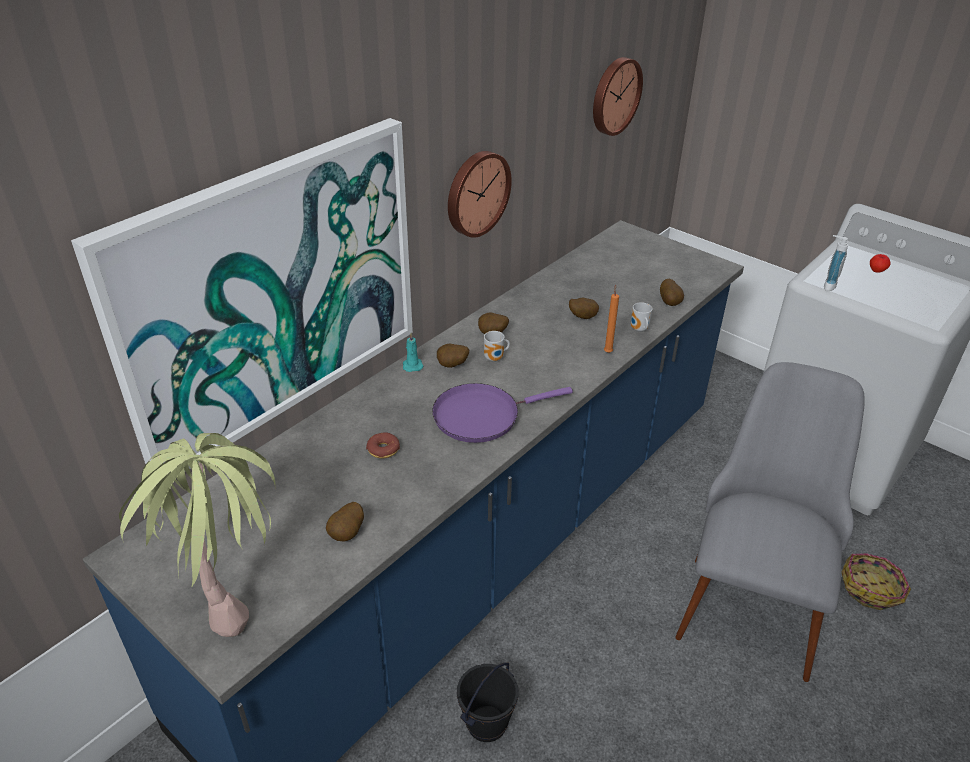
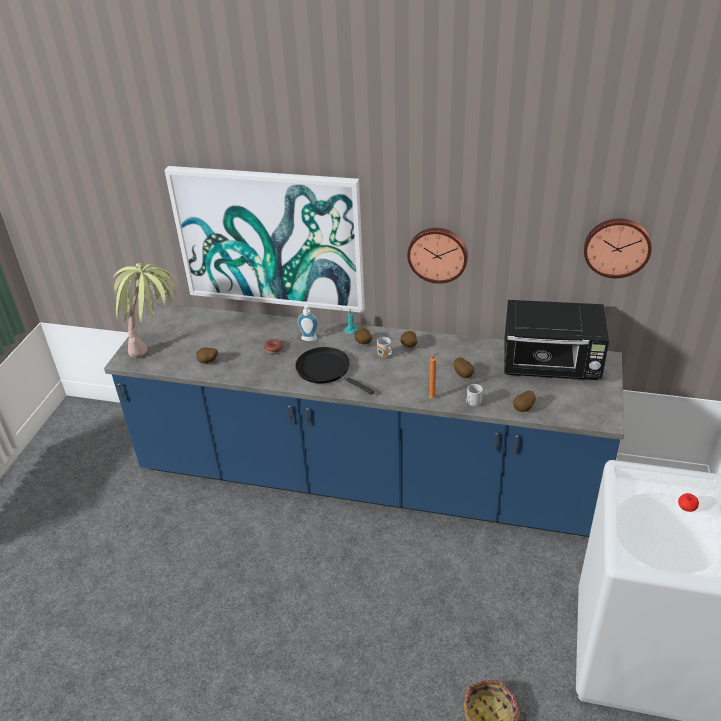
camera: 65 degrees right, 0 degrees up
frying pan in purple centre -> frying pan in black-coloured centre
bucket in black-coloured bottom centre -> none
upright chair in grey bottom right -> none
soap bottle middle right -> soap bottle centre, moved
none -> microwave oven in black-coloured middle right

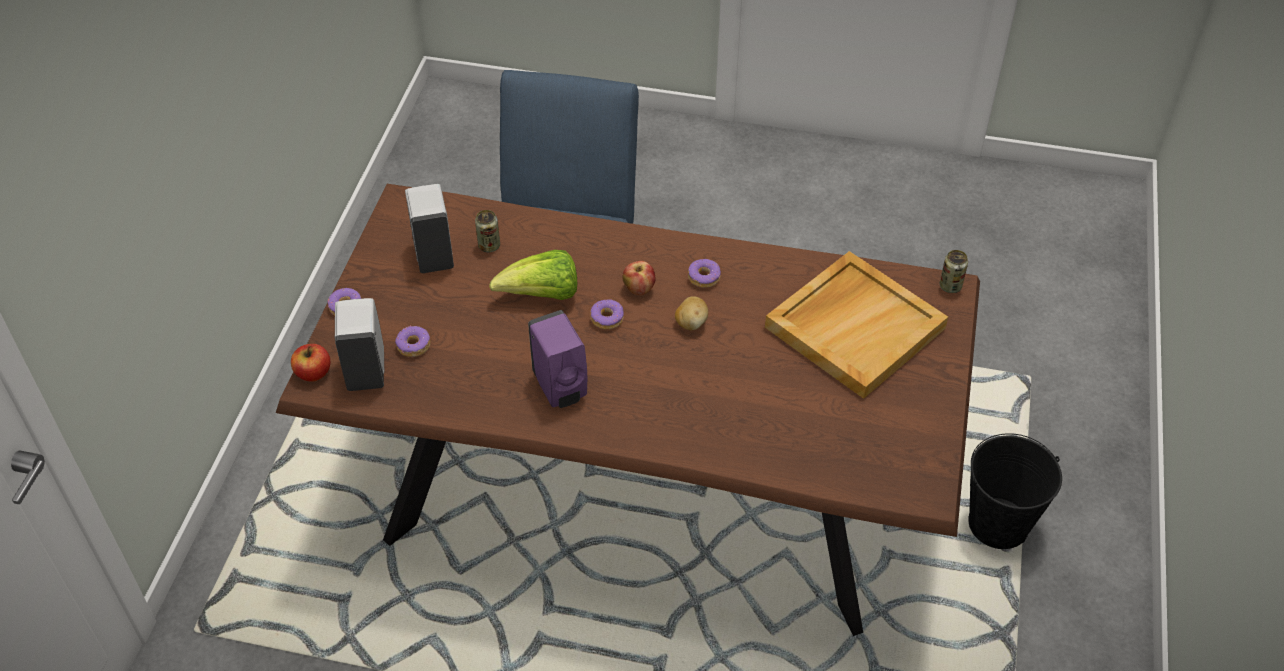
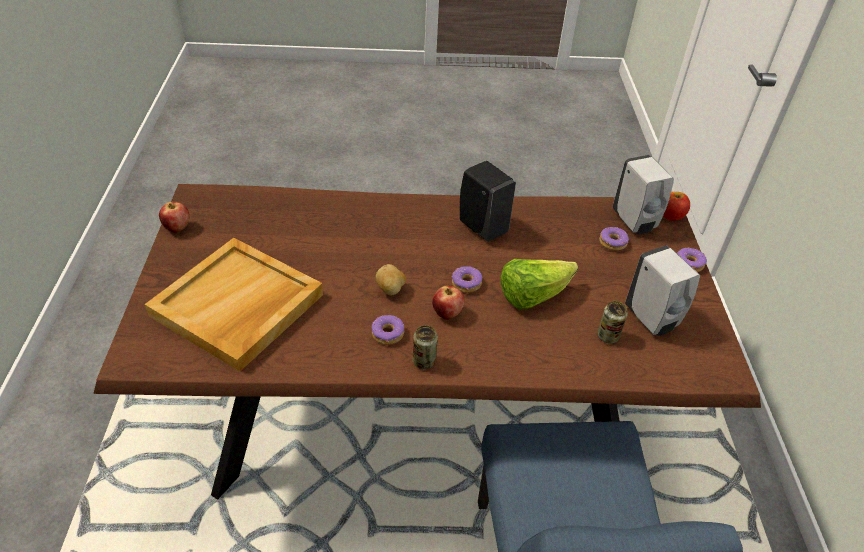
camera: 165 degrees right, 5 degrees down
soap bottle in purple centre -> soap bottle in black-coloured centre
sealed can (2nd from left in the first image) middle right -> sealed can (1st from left) centre, moved
bucket in black-coloured bottom right -> none
none -> whole apple (1st from left) middle left

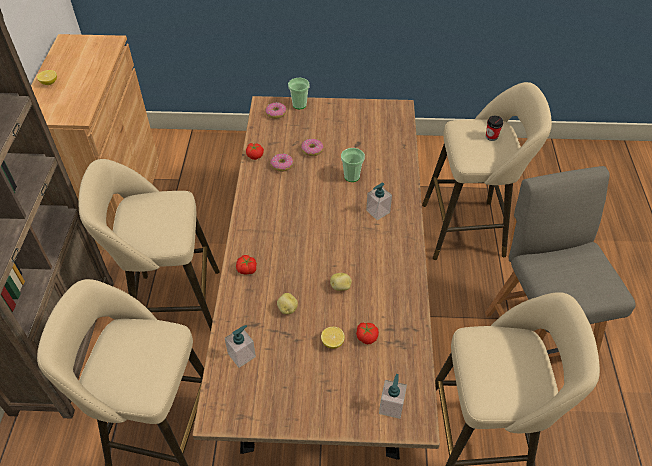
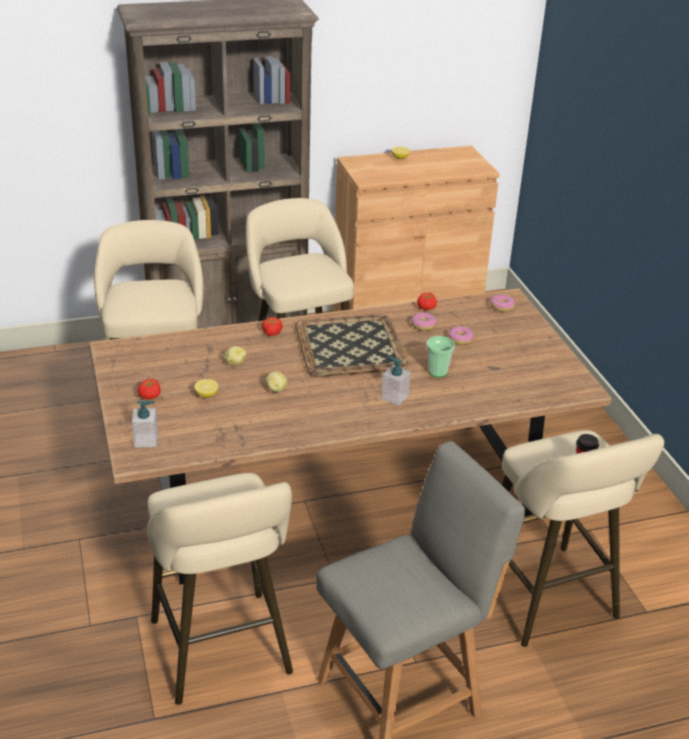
camera: 70 degrees right, 15 degrees down
soap bottle (1st from left) bottom centre -> none
small cup (1st from left) top centre -> none
fresh tomato (3rd from left in the first image) bottom centre -> fresh tomato (1st from left) middle left, moved
none -> carrying tray centre

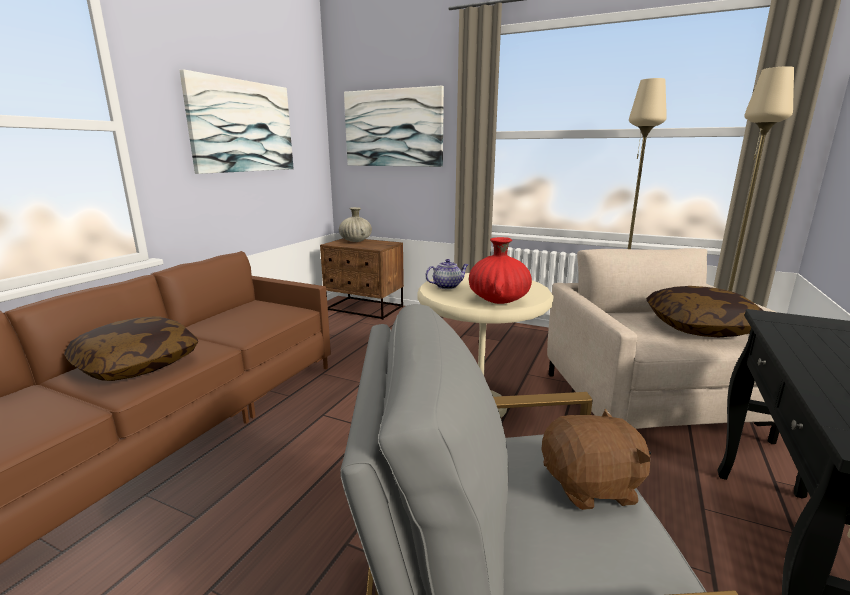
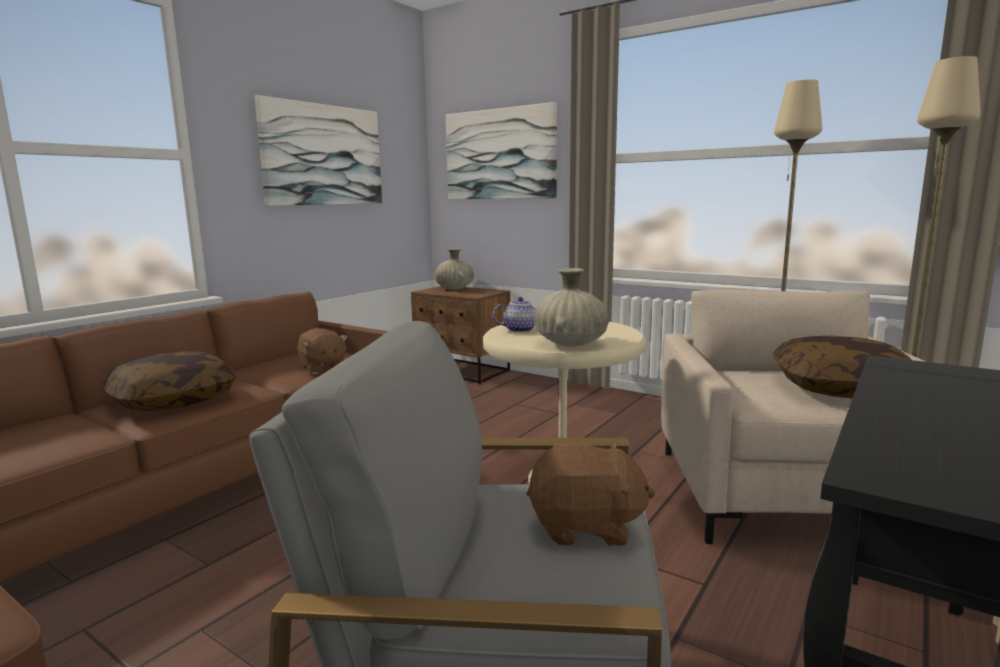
camera: 10 degrees right, 5 degrees down
decorative vase in reddish centre -> decorative vase in beige-coloured (2nd from left) centre
none -> cuddly toy in brownish (1st from left) middle left

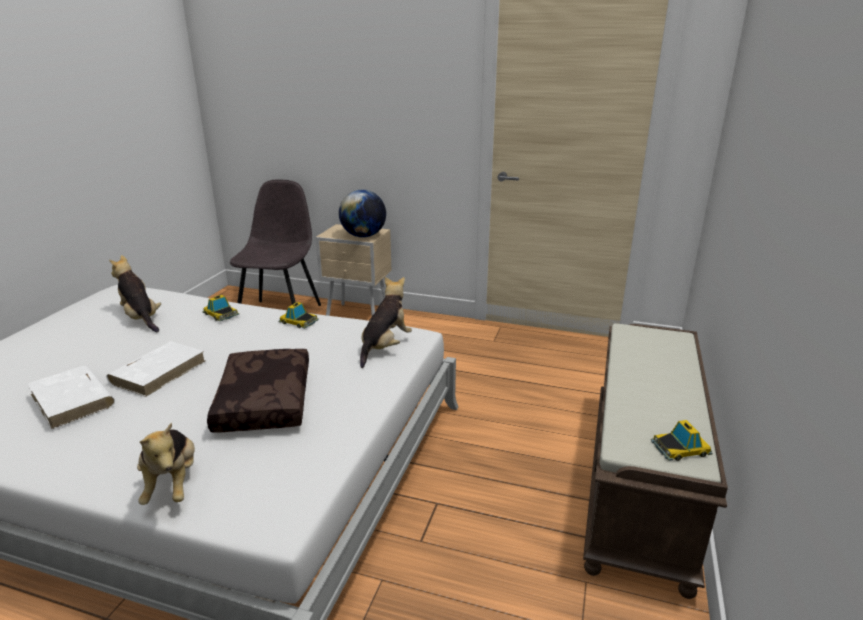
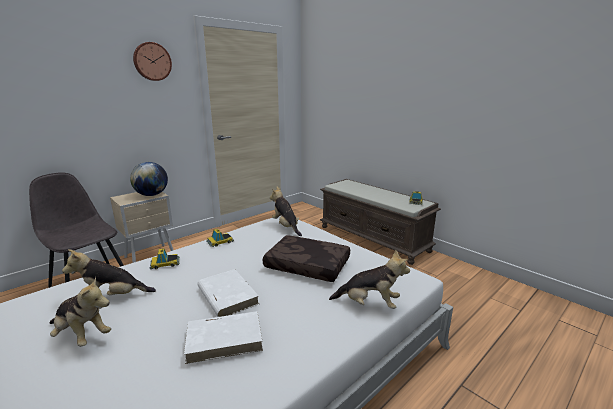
camera: 60 degrees left, 5 degrees down
none -> cuddly toy (1st from left) bottom left
none -> clock on the wall top left

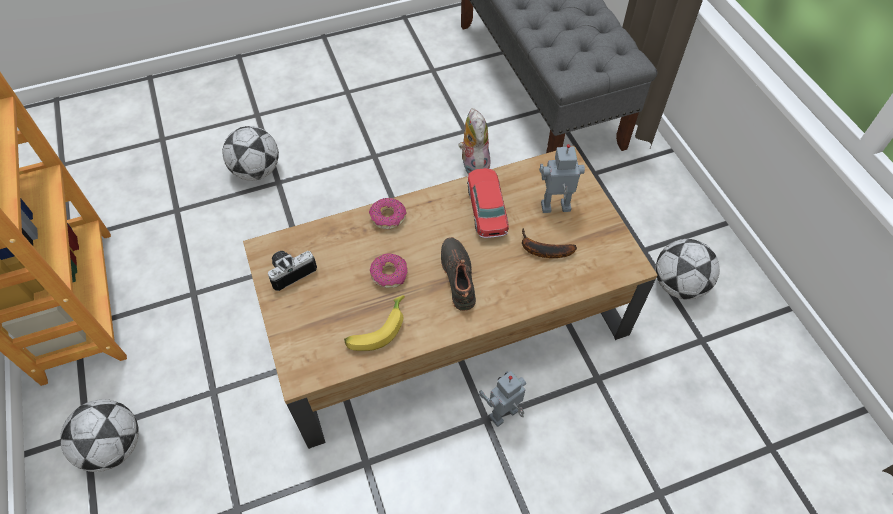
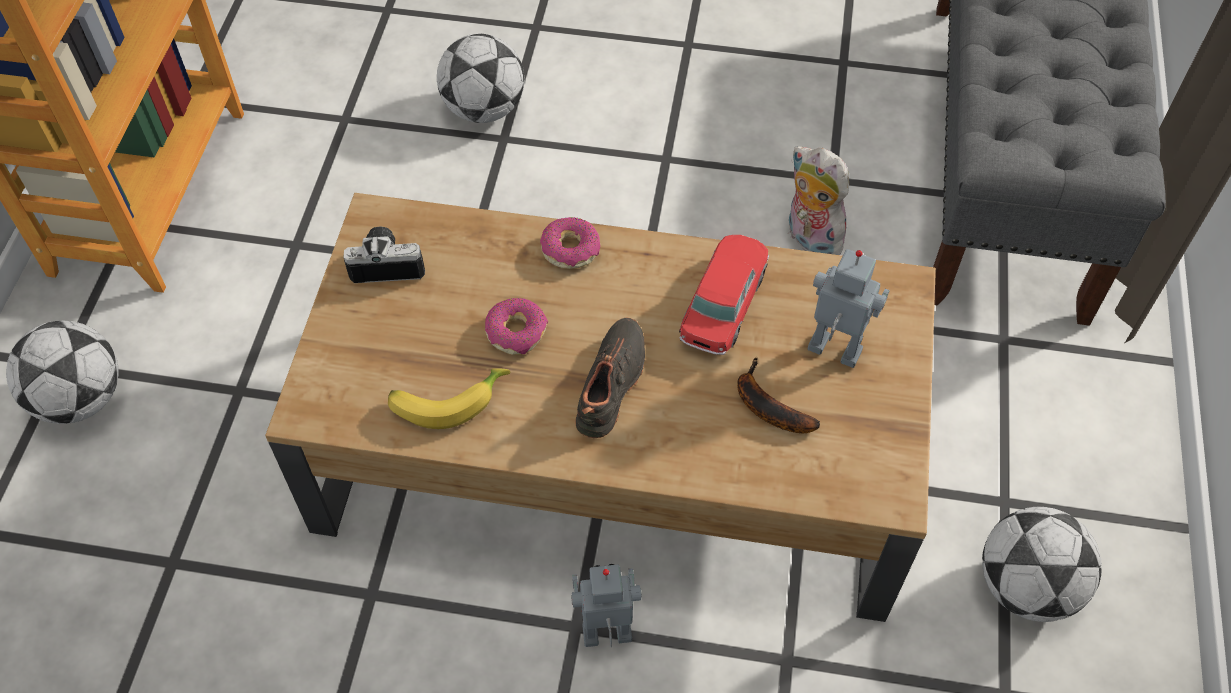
camera: 30 degrees right, 0 degrees up
cuddly toy top centre, 60 degrees counterclockwise

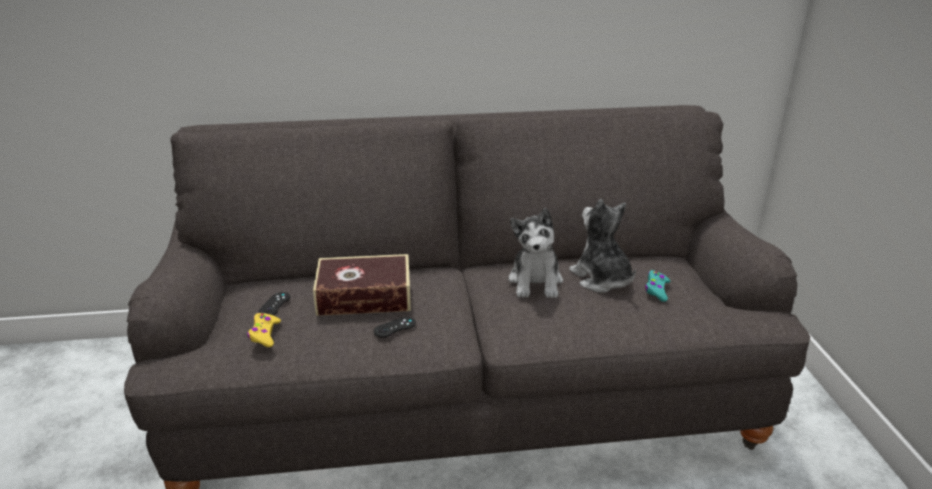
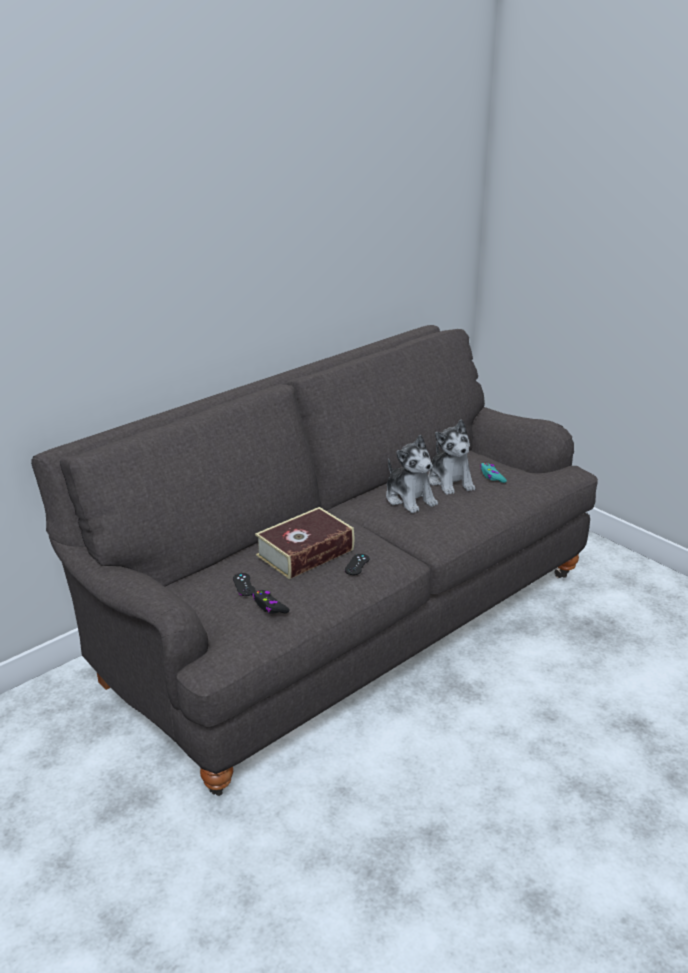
camera: 35 degrees left, 0 degrees up
game controller in yellow-coloured bottom left -> game controller in black-coloured (2nd from left) centre
cuddly toy (2nd from left) centre, 135 degrees counterclockwise

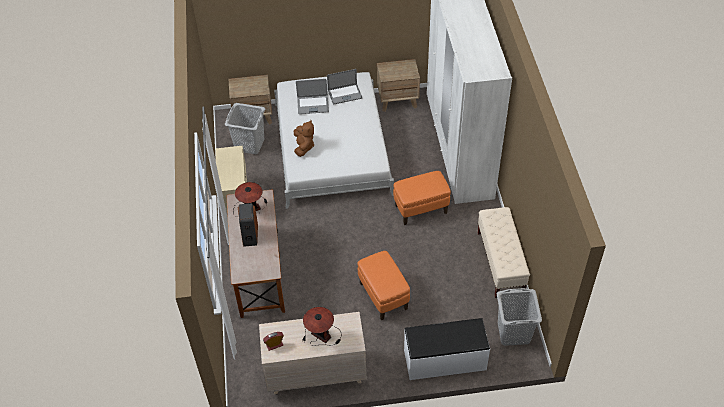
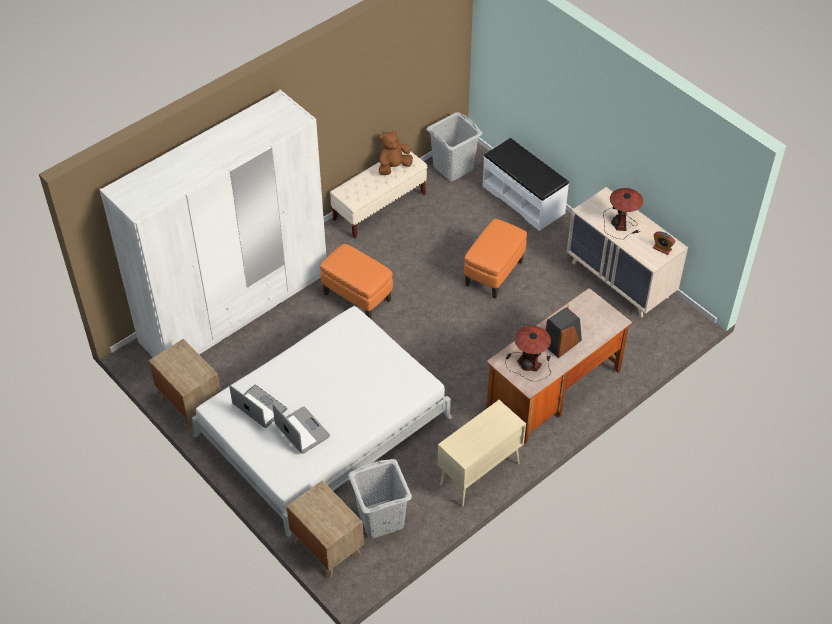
camera: 125 degrees left, 0 degrees up
cuddly toy in brownish centre -> cuddly toy in brownish top centre, moved

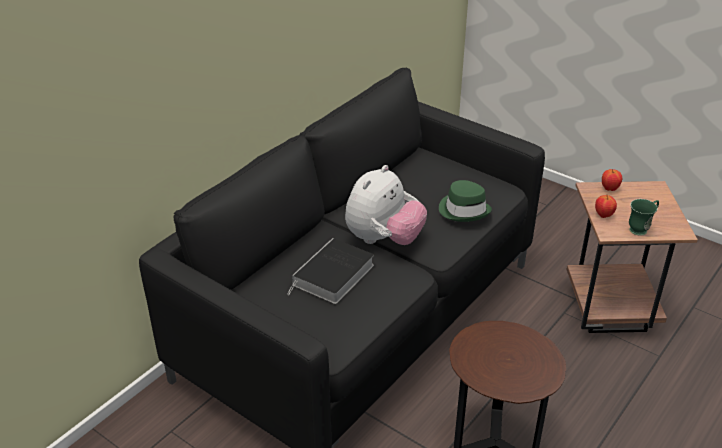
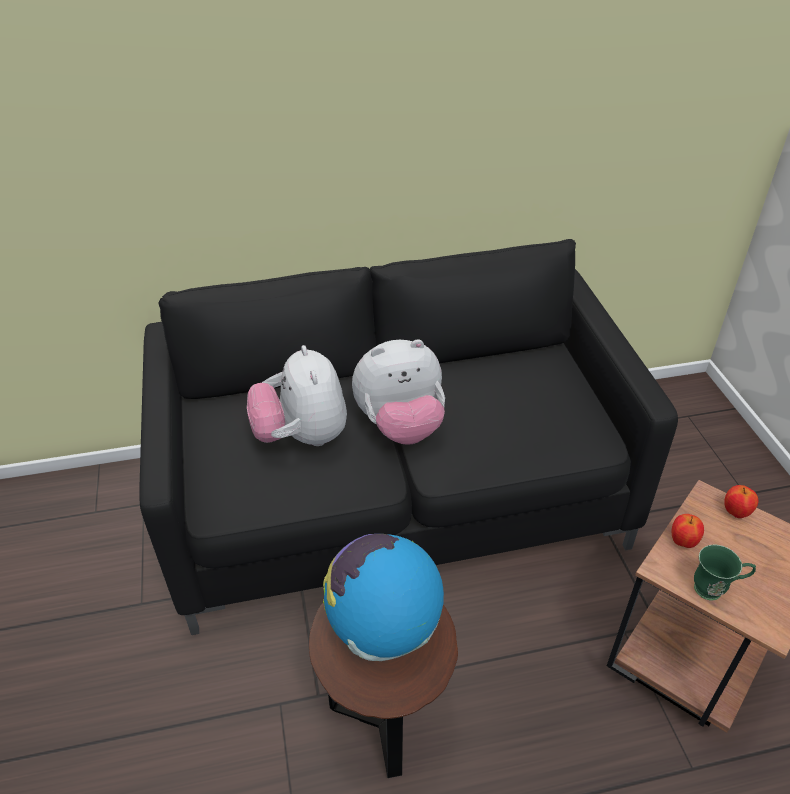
camera: 40 degrees right, 5 degrees up
volume centre -> cuddly toy (1st from left) centre
hat in greenish centre -> none
none -> desk globe bottom centre

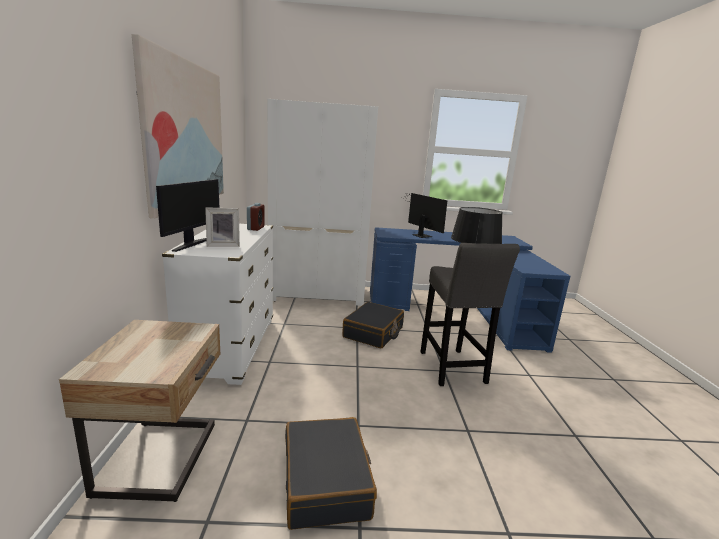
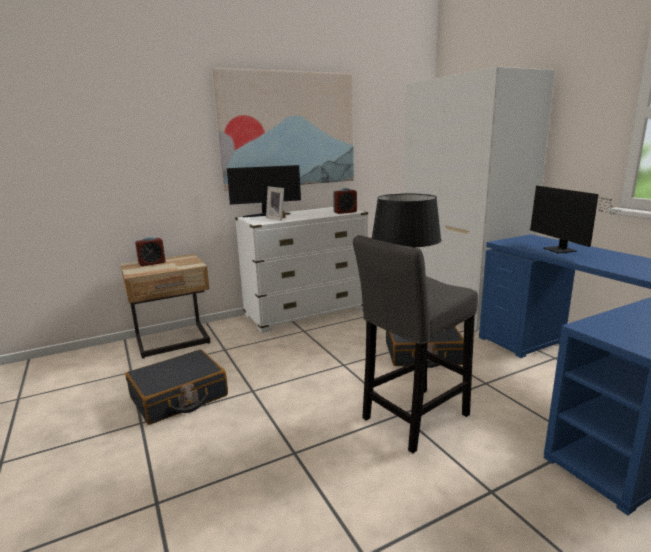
camera: 65 degrees right, 0 degrees up
monitor (2nd from left) centre -> monitor (2nd from left) middle right, 135 degrees clockwise
none -> table clock (1st from left) middle left

